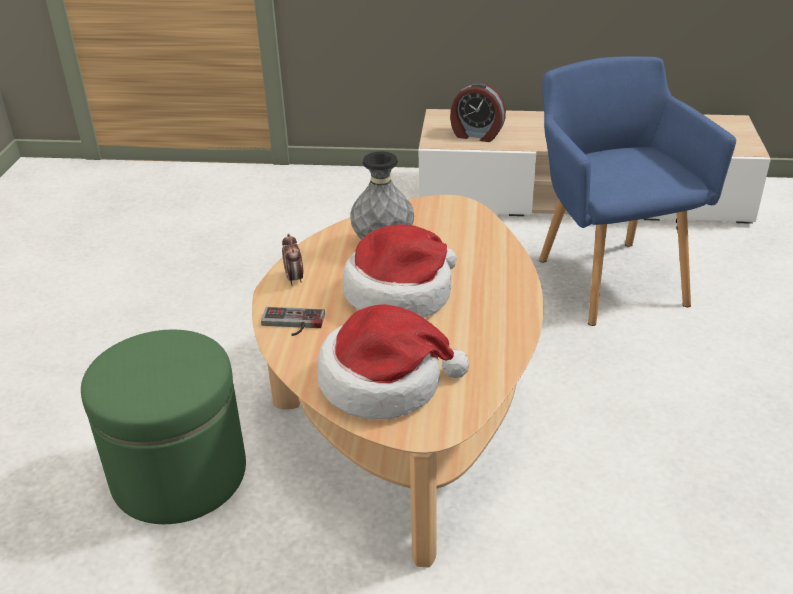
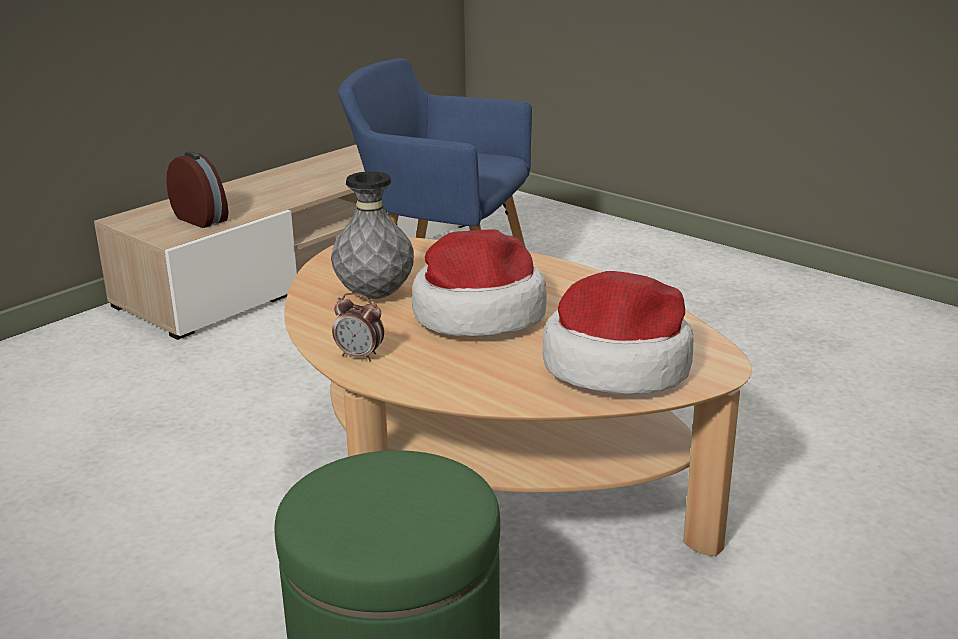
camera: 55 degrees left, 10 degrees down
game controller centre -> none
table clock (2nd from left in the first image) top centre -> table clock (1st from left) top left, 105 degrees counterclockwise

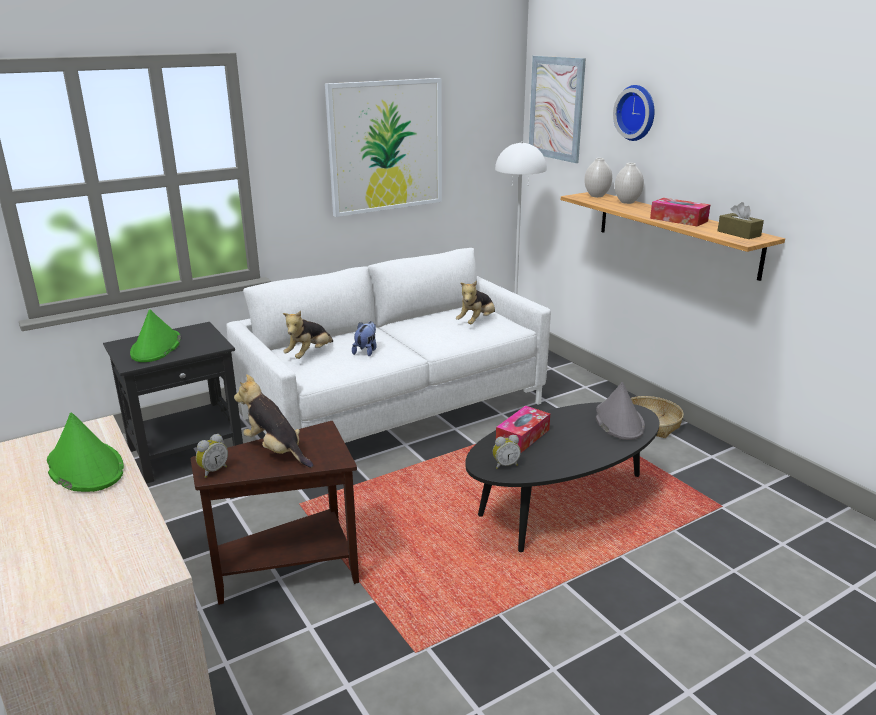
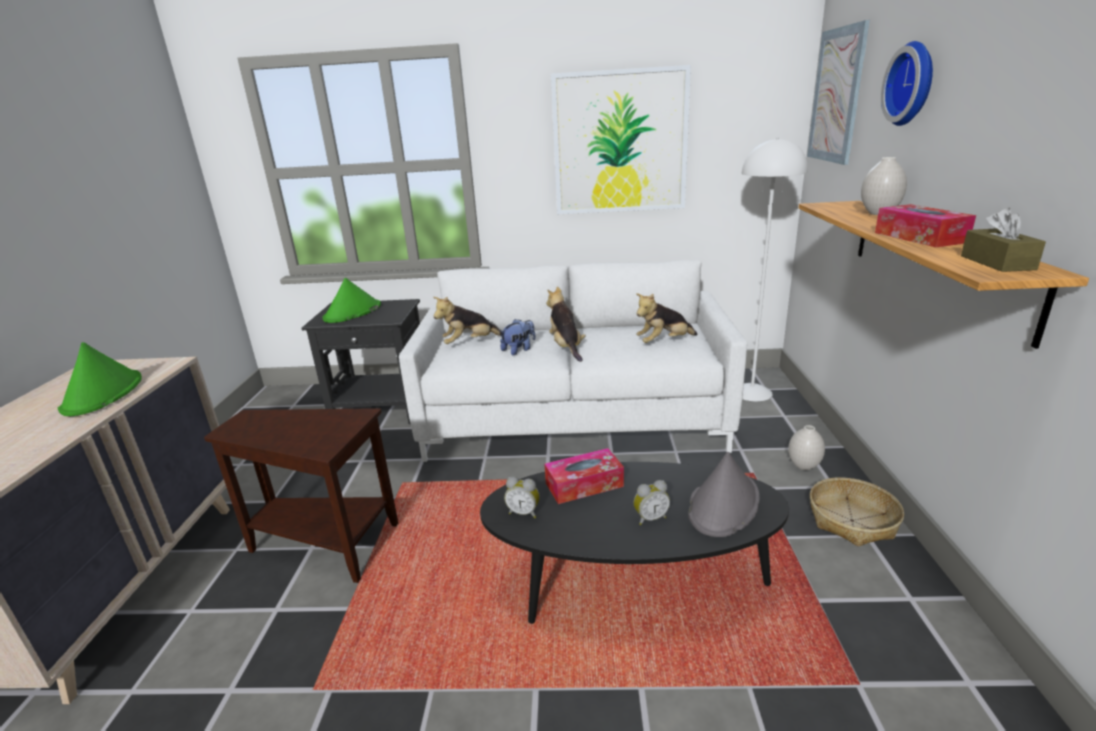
camera: 35 degrees right, 0 degrees up
table clock (1st from left in the first image) middle left -> table clock (2nd from left) bottom centre, moved
cuddly toy (1st from left in the first image) middle left -> cuddly toy (3rd from left) centre, moved
decorative vase in white (1st from left) top right -> decorative vase in white (1st from left) middle right, moved

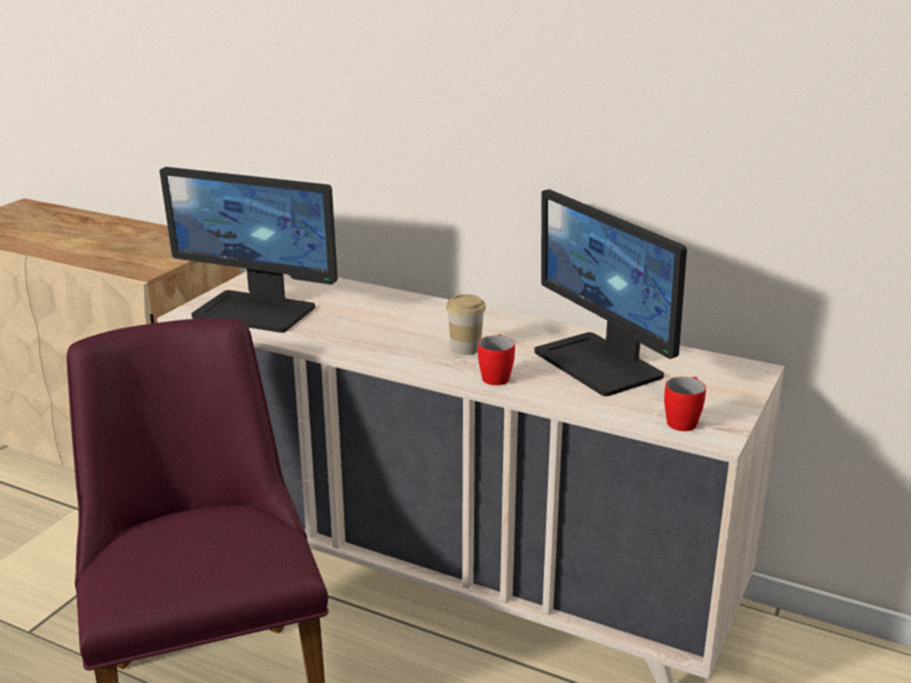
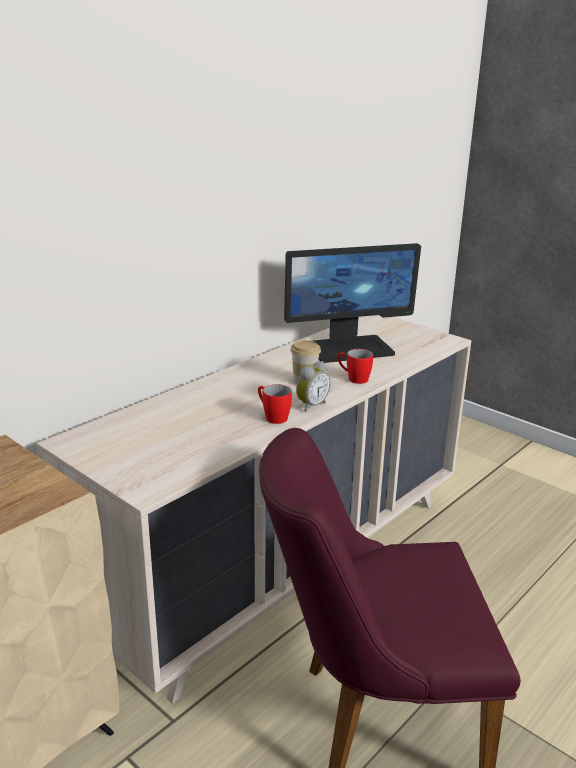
camera: 75 degrees left, 0 degrees up
monitor (1st from left) middle left -> none
mug in reddish (2nd from left in the first image) middle right -> mug in reddish (1st from left) centre, moved
none -> table clock centre

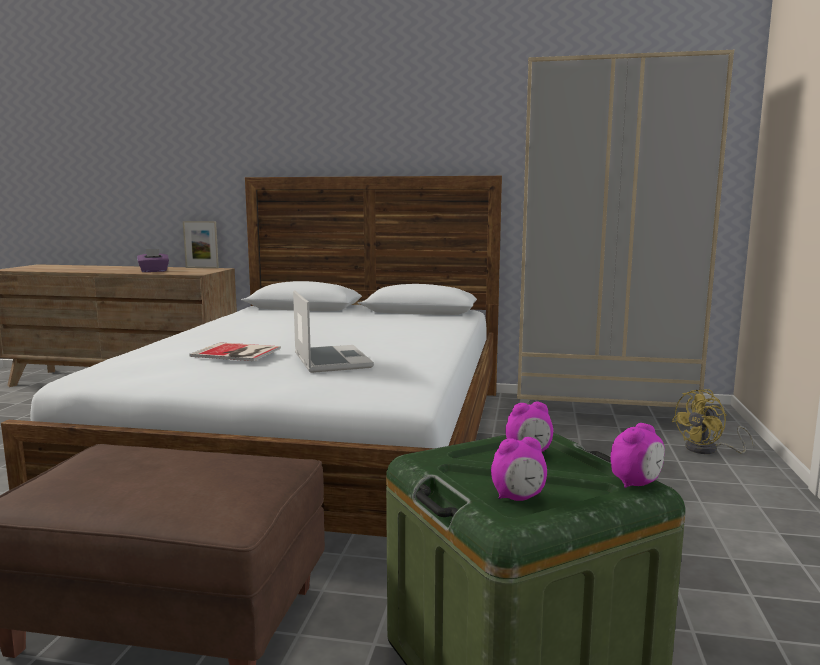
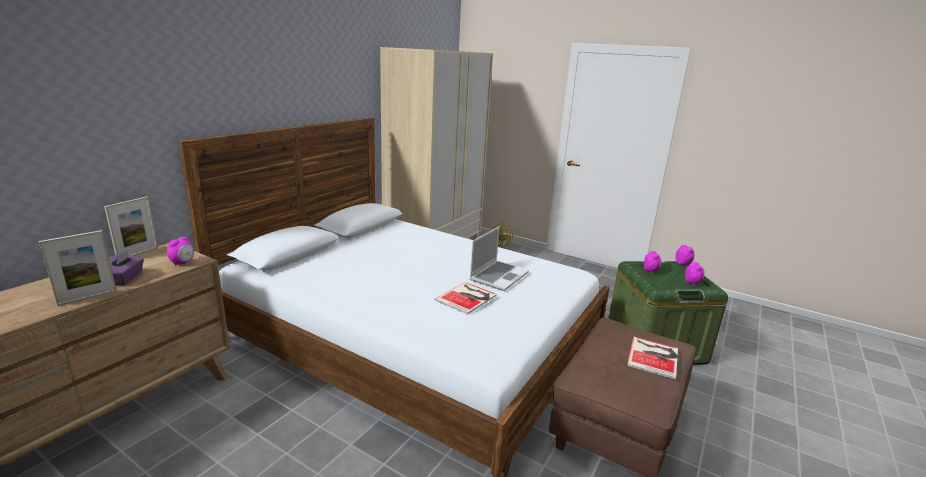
camera: 70 degrees left, 10 degrees up
notebook computer centre, 120 degrees clockwise
none -> photo frame (1st from left) middle left
none -> table clock (1st from left) middle left
none -> volume (2nd from left) bottom right

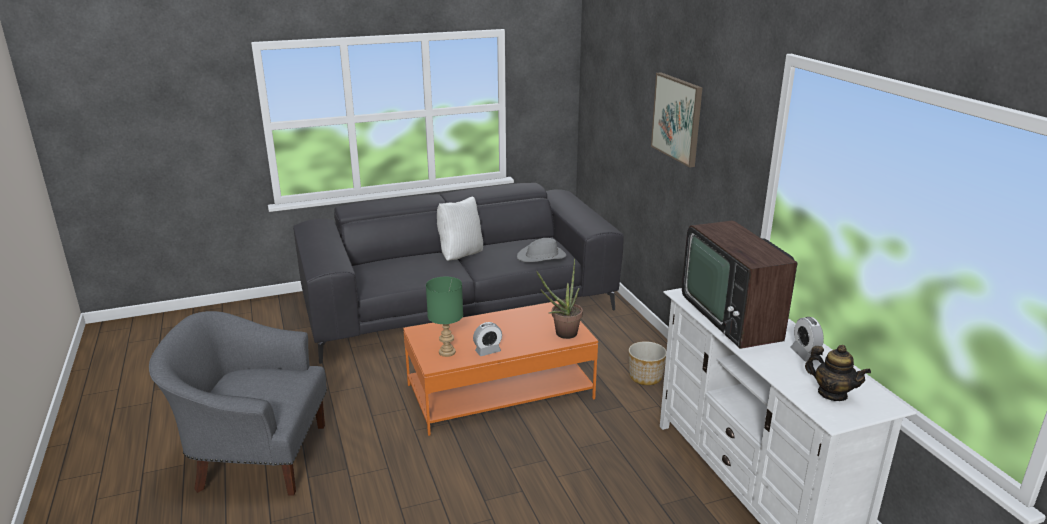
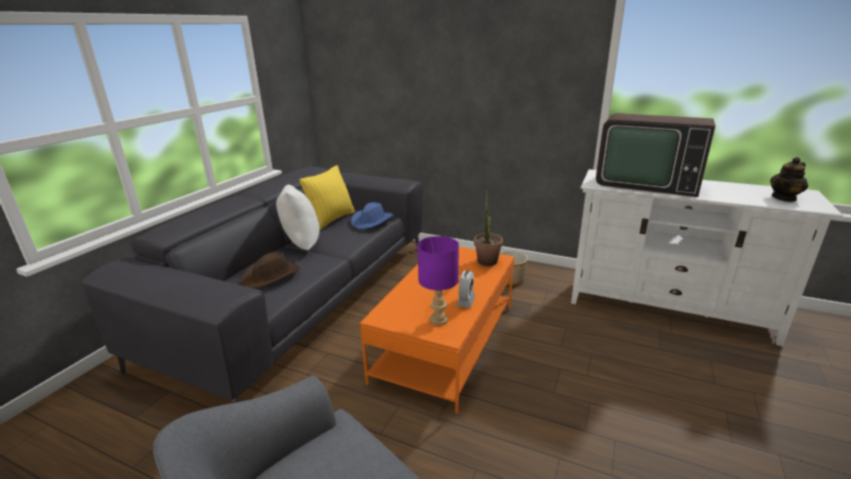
camera: 45 degrees left, 0 degrees up
lamp for a table in greenish centre -> lamp for a table in purple centre
hat in grey centre -> hat in blue centre
wall picture top centre -> none
table clock (2nd from left) middle right -> none
pot for tea bottom right -> pot for tea middle right, 150 degrees clockwise
none -> hat in brownish middle left
none -> throw pillow in yellow-coloured centre

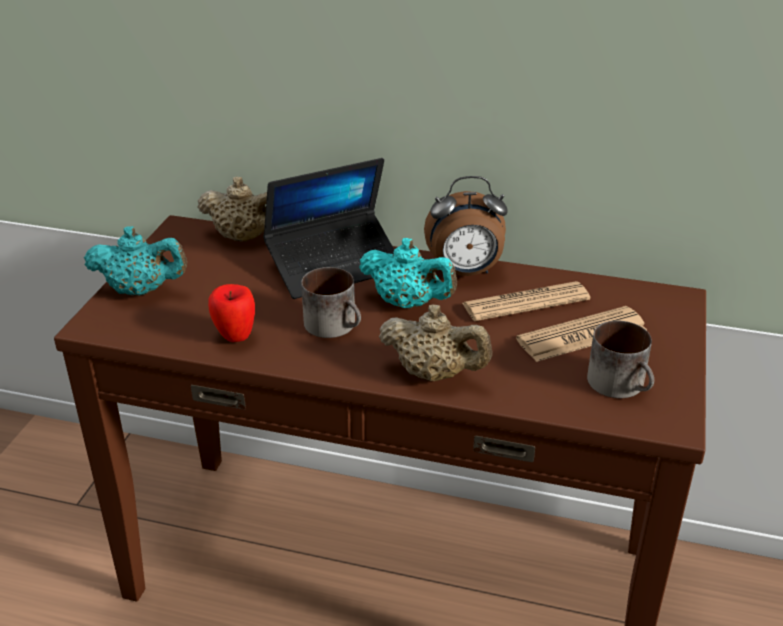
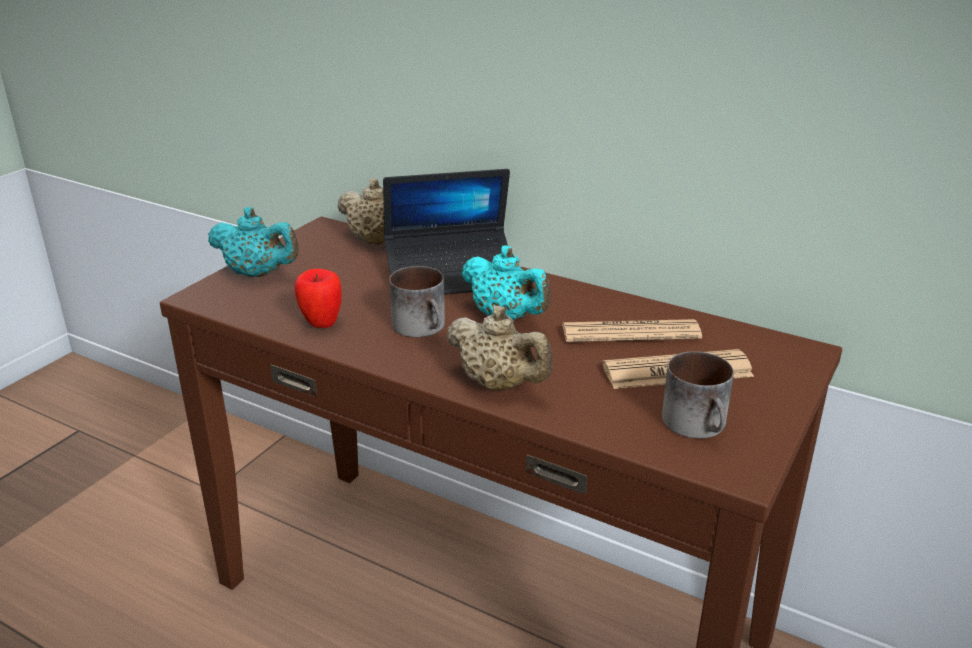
camera: 15 degrees right, 5 degrees down
table clock centre -> none

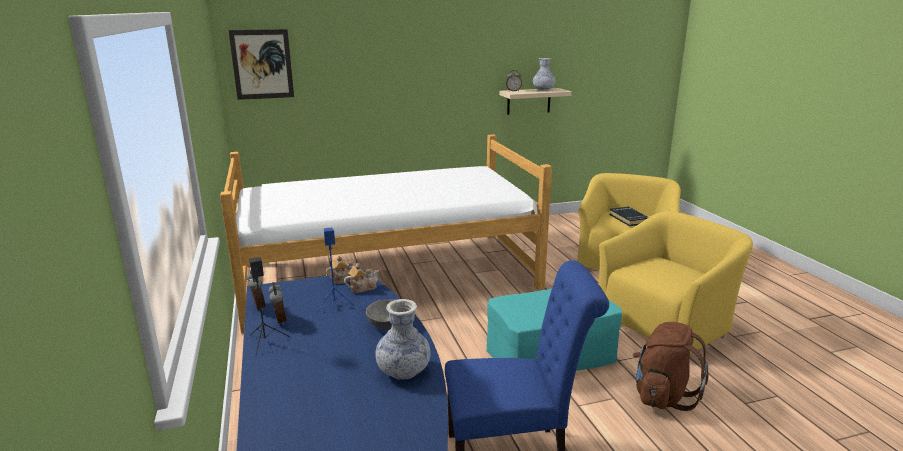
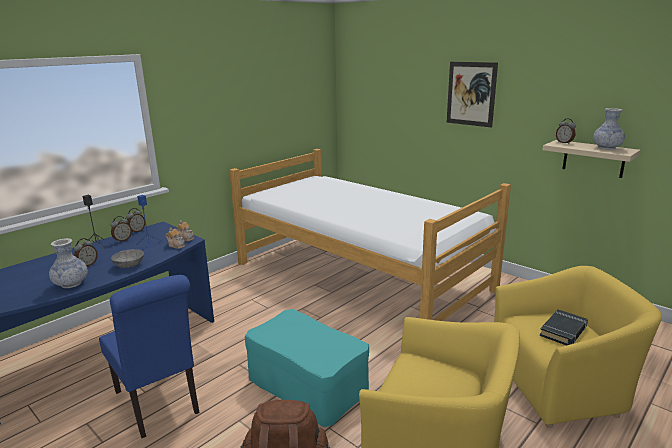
camera: 60 degrees right, 0 degrees up
wall picture top left -> wall picture top right, moved
none -> table clock (1st from left) middle left

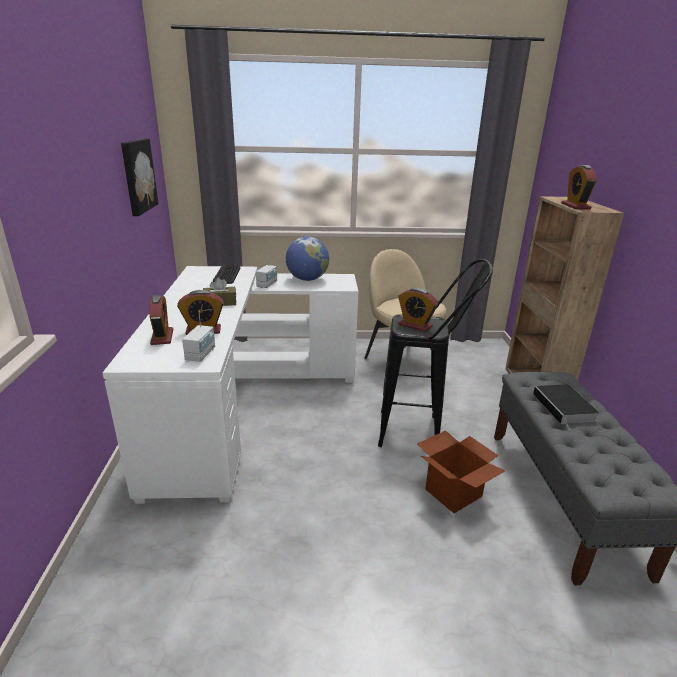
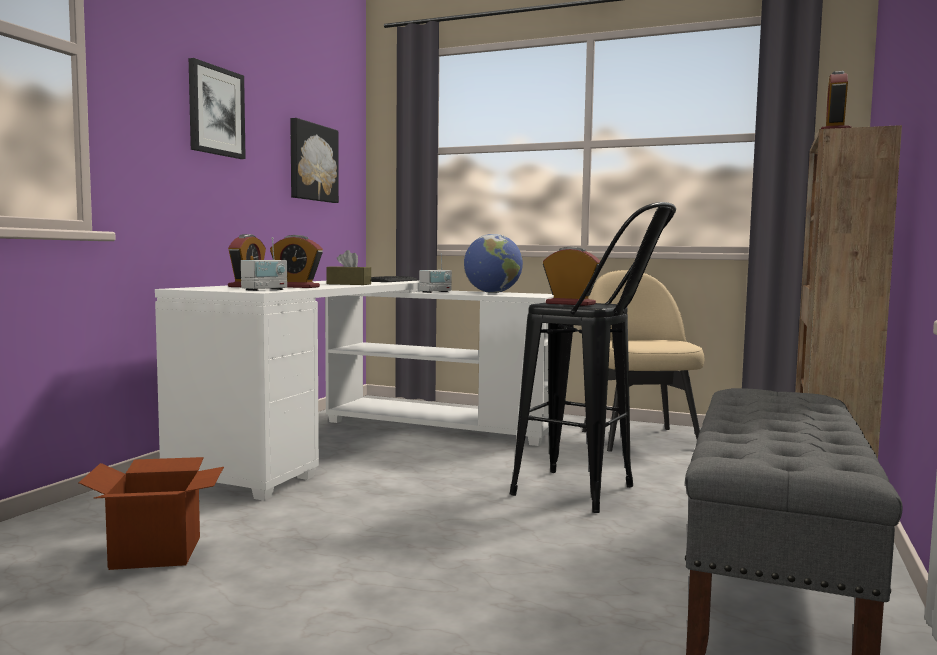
camera: 25 degrees right, 20 degrees down
table clock (3rd from left) centre, 150 degrees clockwise
packing box bottom right -> packing box bottom left, moved
volume middle right -> none
none -> wall picture (1st from left) top left

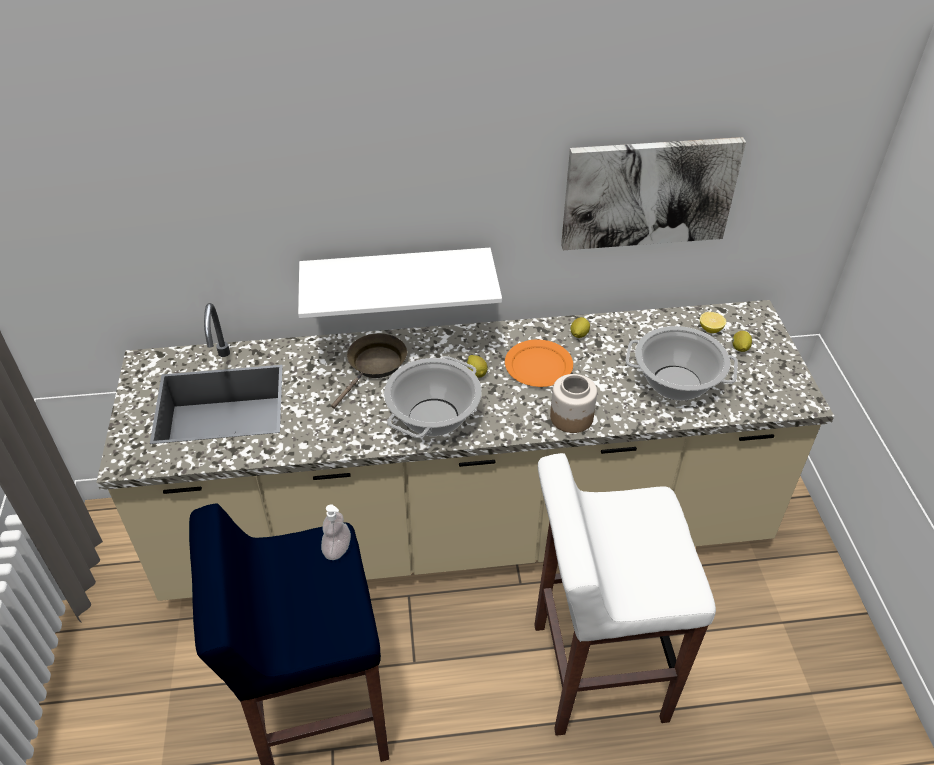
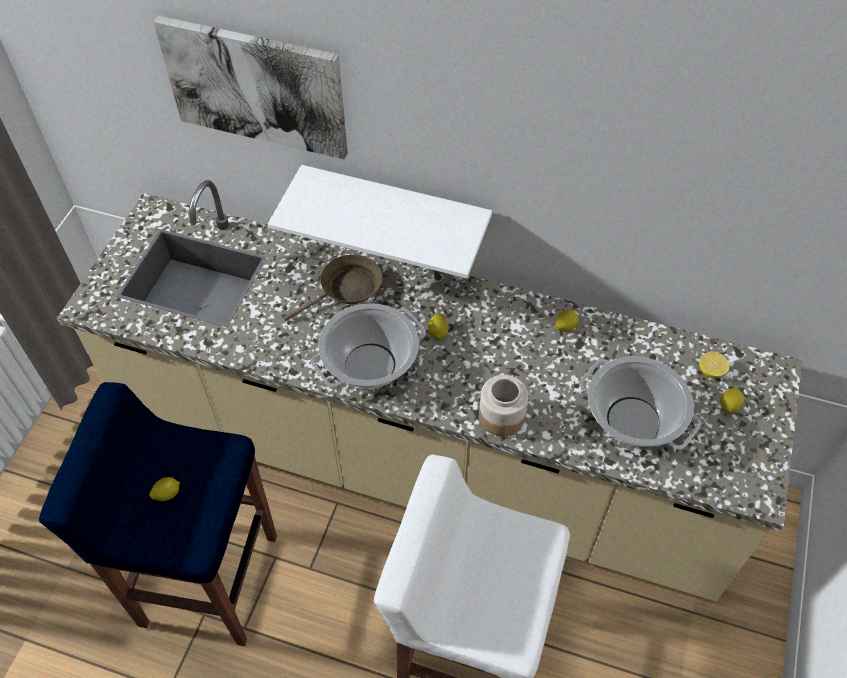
camera: 25 degrees right, 10 degrees up
soap bottle bottom centre -> none
flat dish in orange centre -> none
wall picture top right -> wall picture top left, moved
none -> whole lemon (1st from left) bottom left

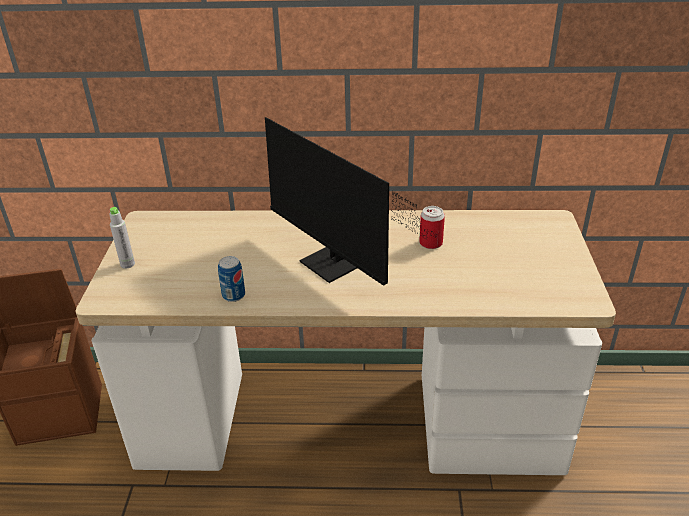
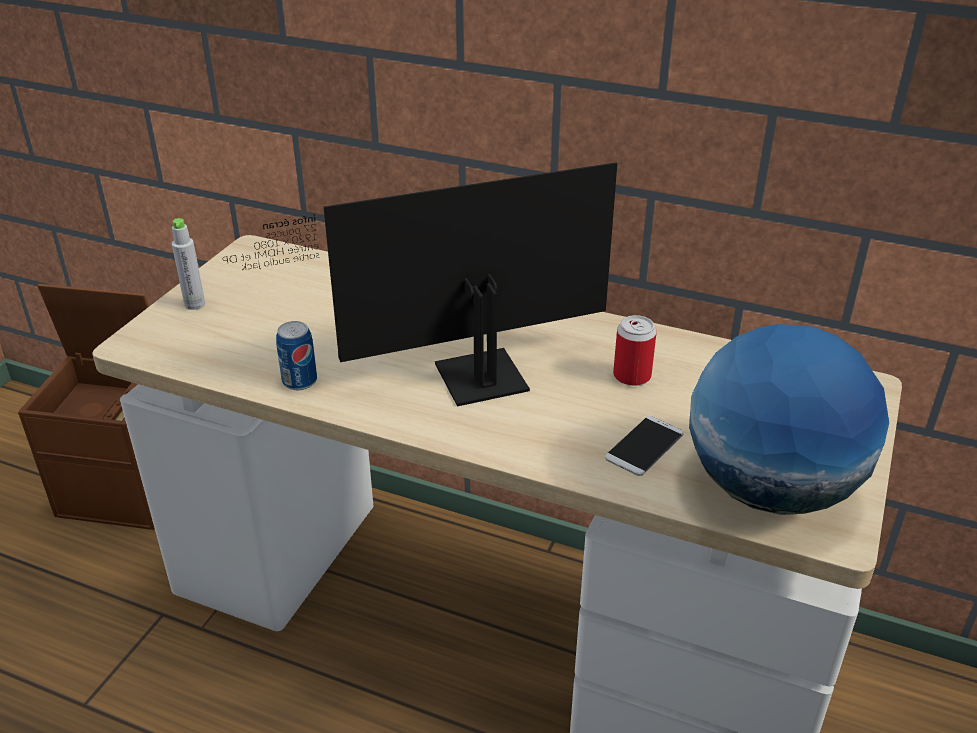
camera: 20 degrees right, 0 degrees up
monitor centre, 90 degrees clockwise
none -> phone centre
none -> desk globe middle right

